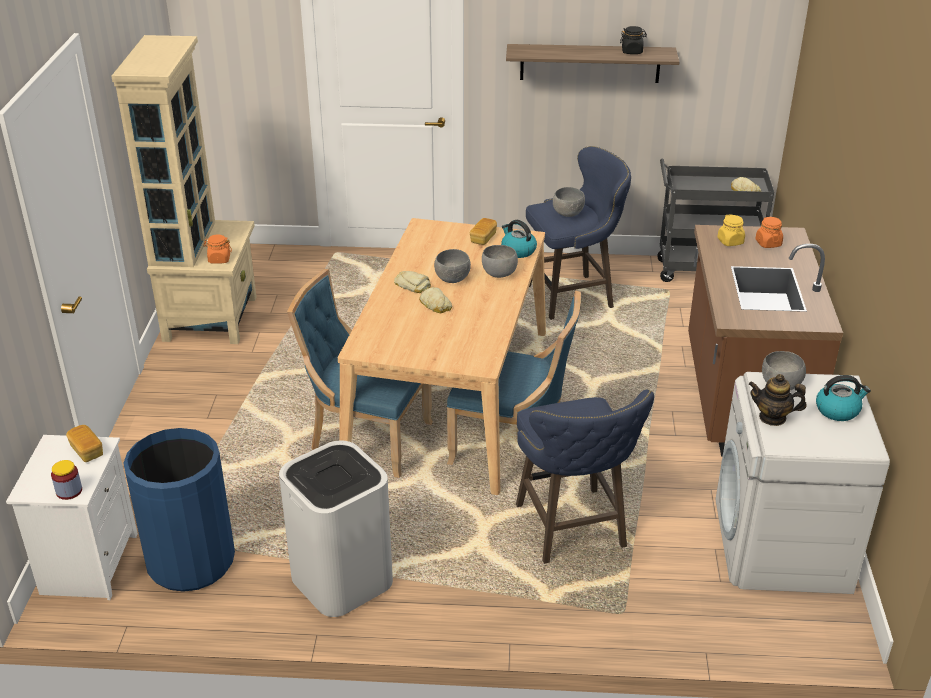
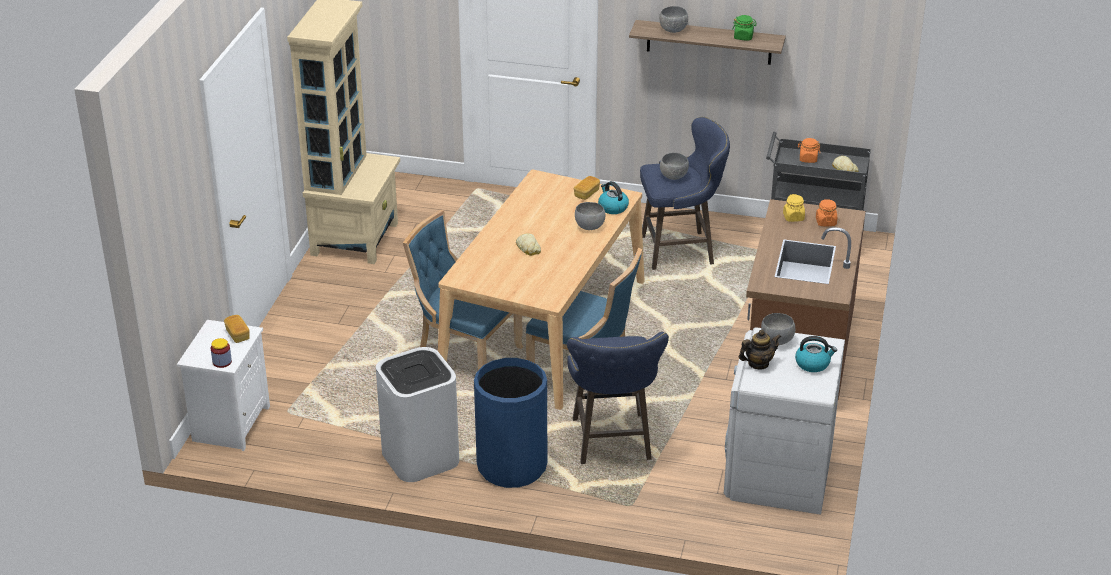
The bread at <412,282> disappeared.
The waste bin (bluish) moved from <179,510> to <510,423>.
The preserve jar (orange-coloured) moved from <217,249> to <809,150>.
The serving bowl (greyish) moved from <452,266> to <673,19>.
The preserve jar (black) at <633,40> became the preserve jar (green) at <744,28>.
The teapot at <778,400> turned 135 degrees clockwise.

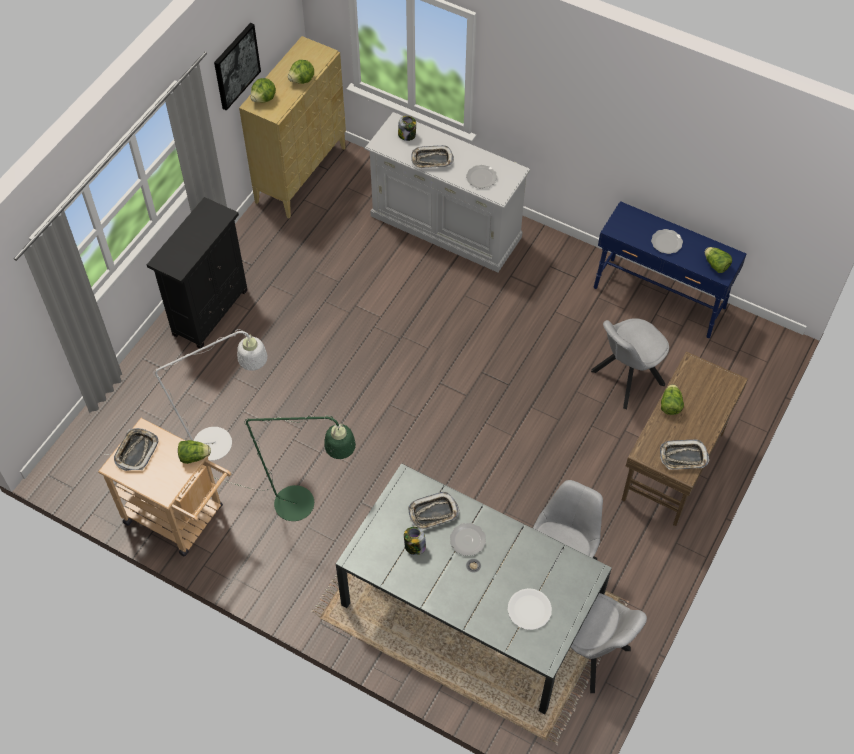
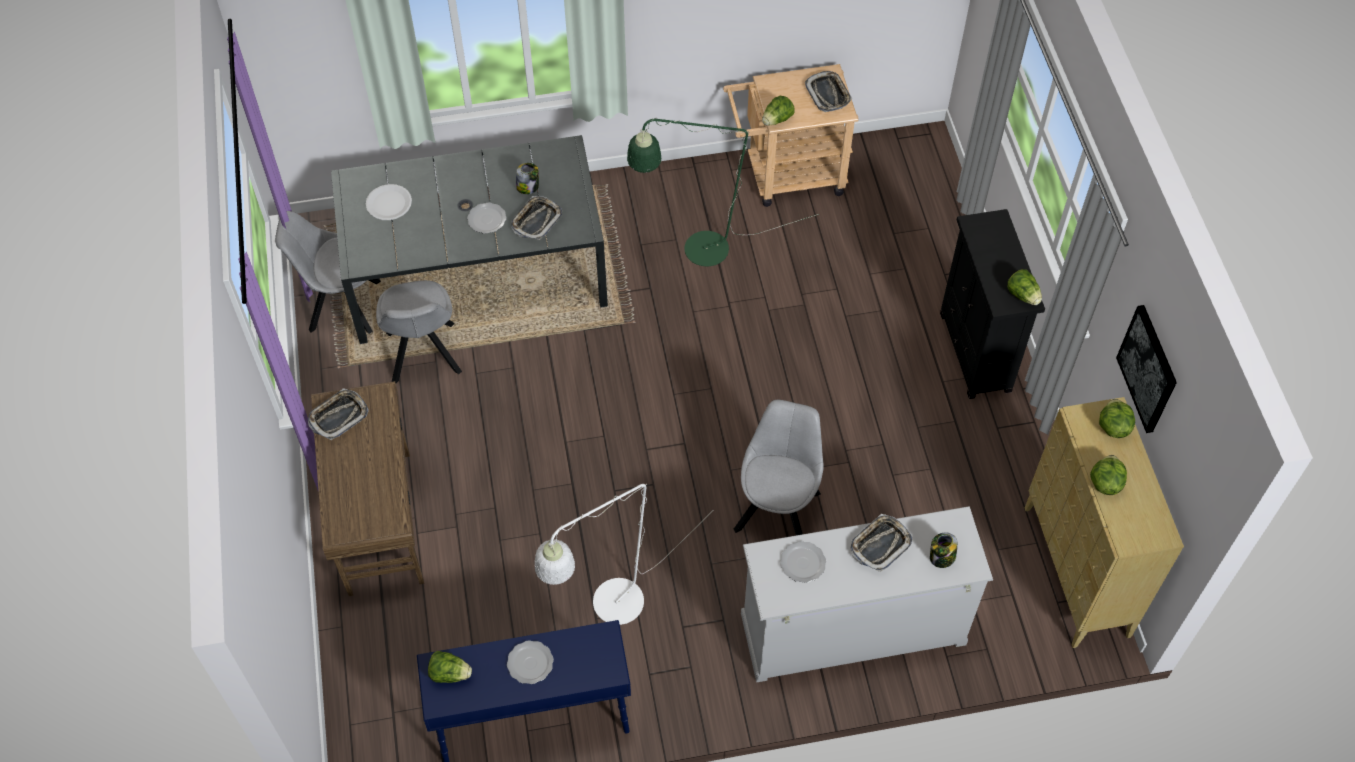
The standing lamp (white) moved from <186,395> to <624,554>.
The chair (greyish) moved from <630,363> to <779,467>.
The lettuce moved from <672,399> to <1024,287>.

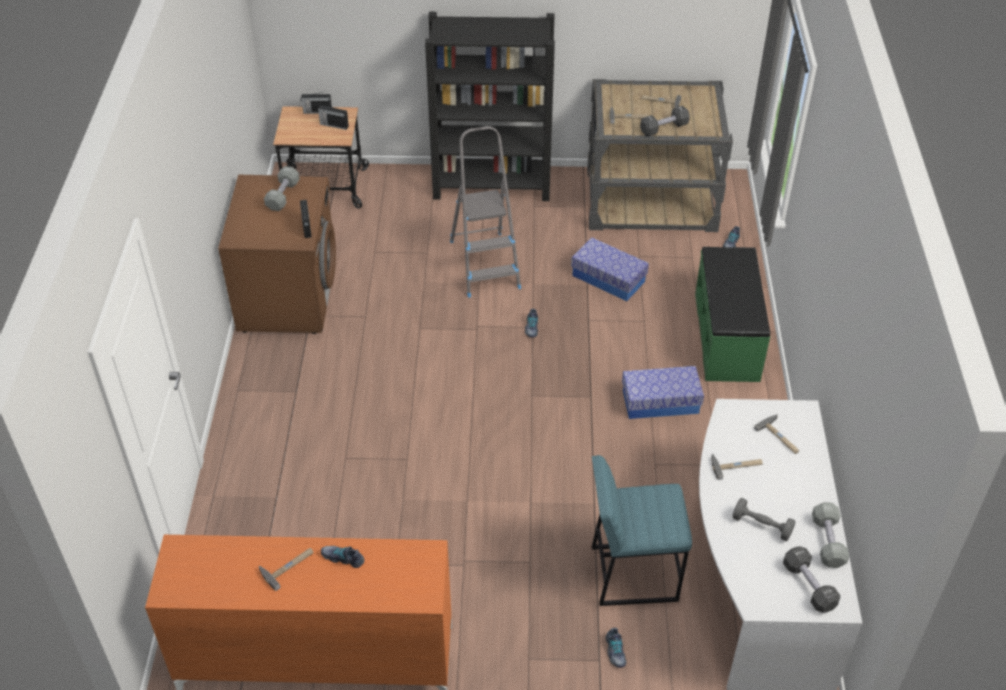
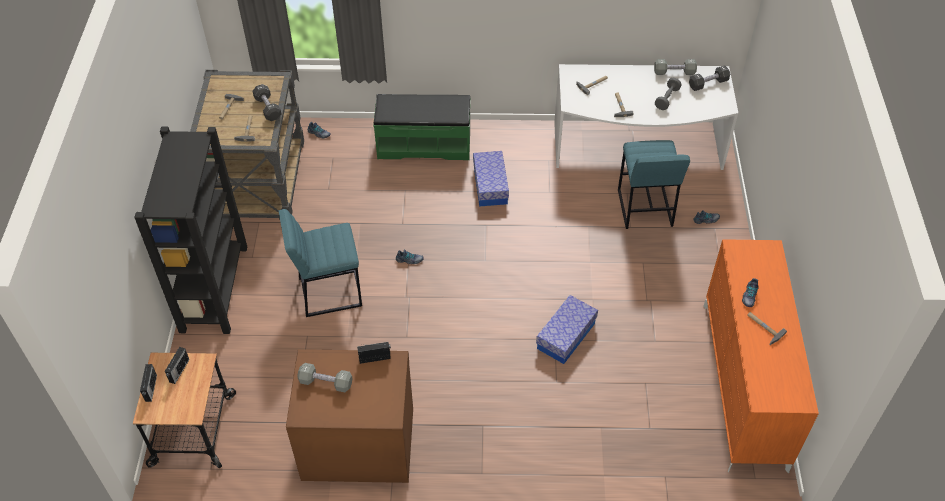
The storage container moved from <610,269> to <567,329>.
The step ladder (greyish) at <485,212> was replaced by the stool seat (bluish) at <320,263>.

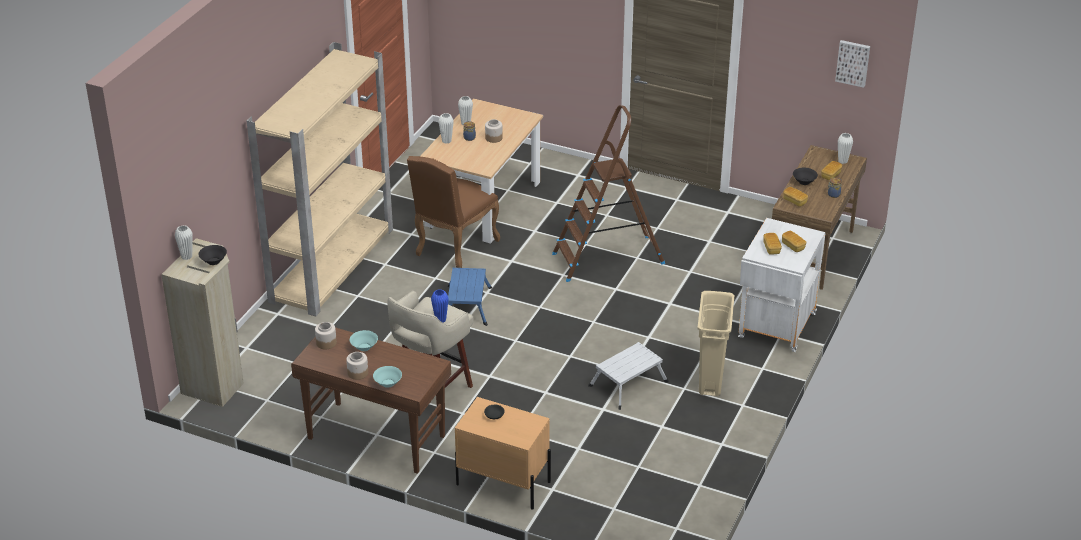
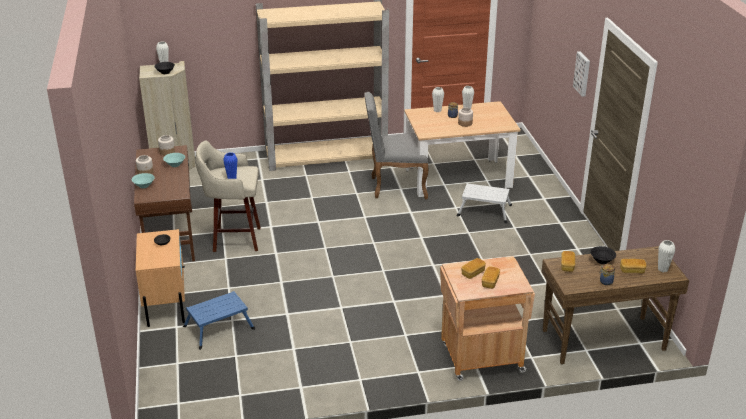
The step ladder (brown-coloured) at <608,193> disappeared.
The waste bin (beige-coloured) at <716,343> disappeared.
The step ladder (bluish) moved from <470,297> to <219,320>.
The step ladder (white) moved from <628,376> to <484,203>.
The picture moved from <852,64> to <581,74>.
The chair (brown-coloured) at <453,212> became the chair (greyish) at <396,145>.
The wheeled cart (white) at <781,285> became the wheeled cart (brown-coloured) at <487,318>.

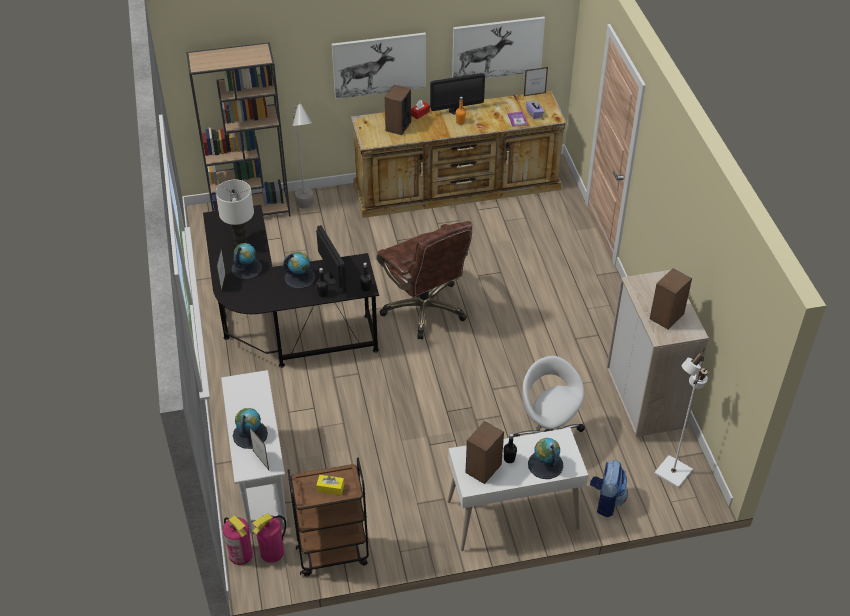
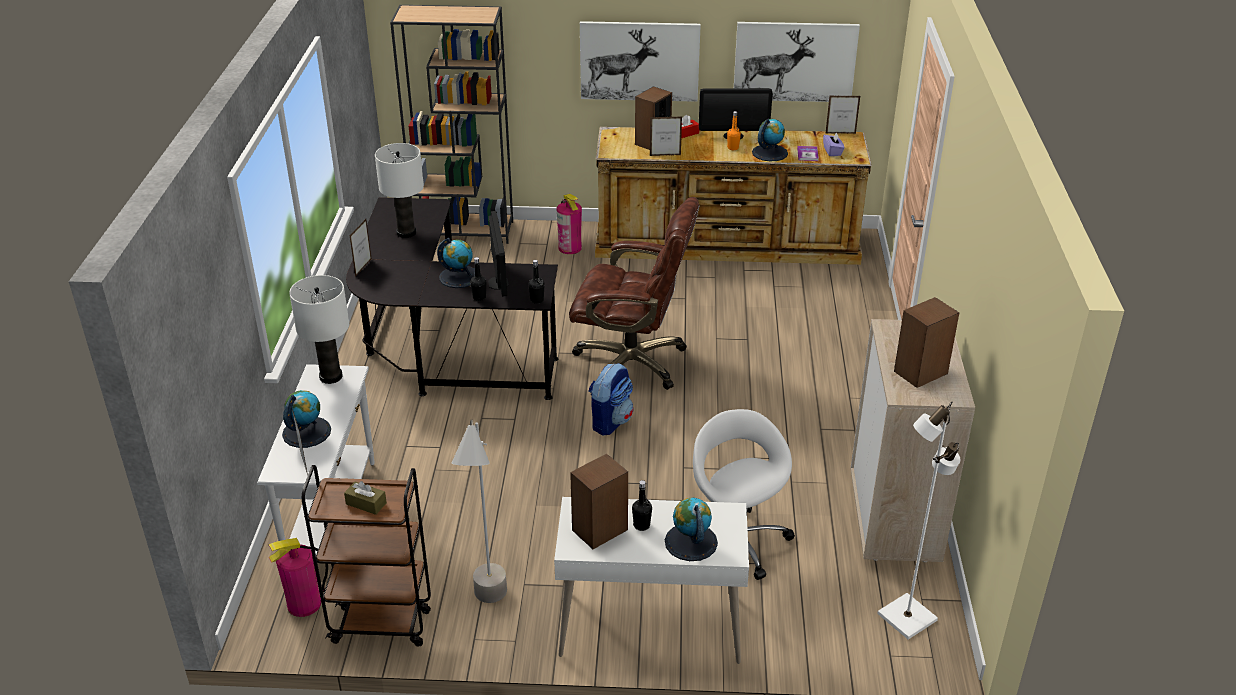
The table lamp (white) at <319,329> appeared.
The standing frame at <666,136> appeared.
The fire-fighting cylinder moved from <237,540> to <569,224>.
The globe moved from <247,261> to <770,140>.
The standing lamp (greyish) moved from <303,154> to <479,511>.
The knapsack moved from <609,488> to <611,399>.
The tissue holder (yellow-coloured) at <330,485> became the tissue holder (brown-coloured) at <365,498>.
The office chair (brown-coloured) at <424,280> turned 60 degrees counterclockwise.

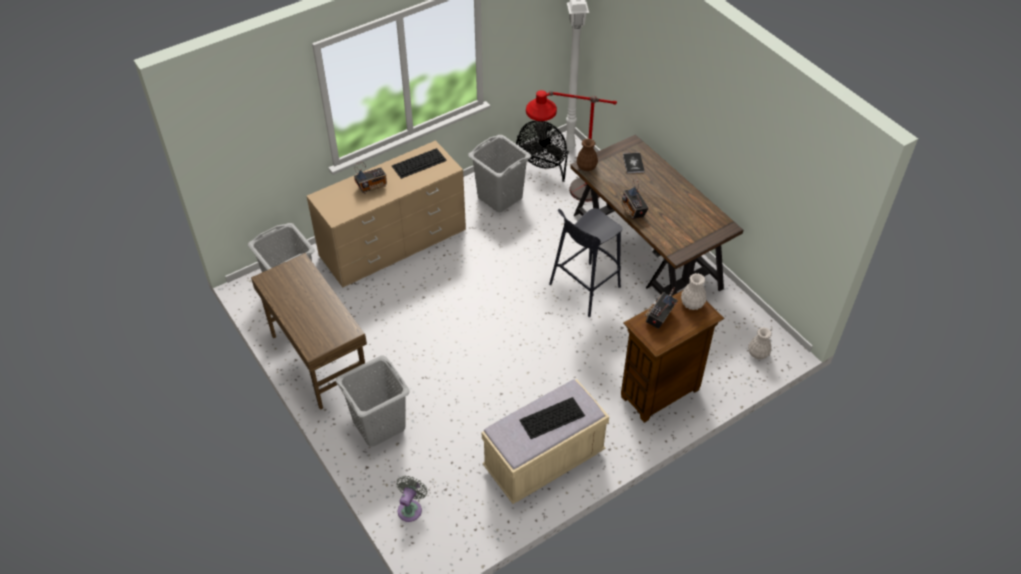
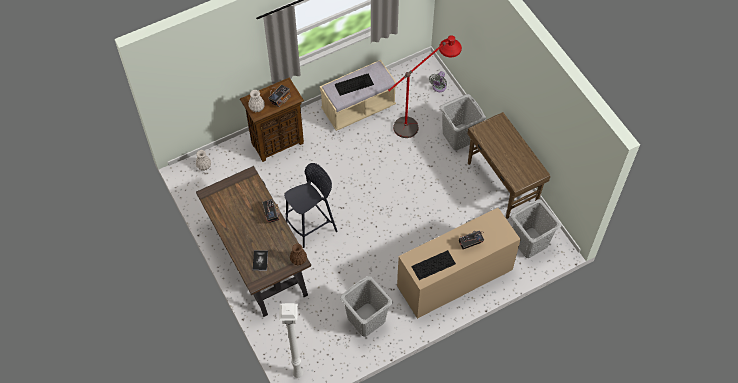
The electric fan (black) at <542,151> disappeared.
The standing lamp (red) moved from <571,146> to <425,86>.

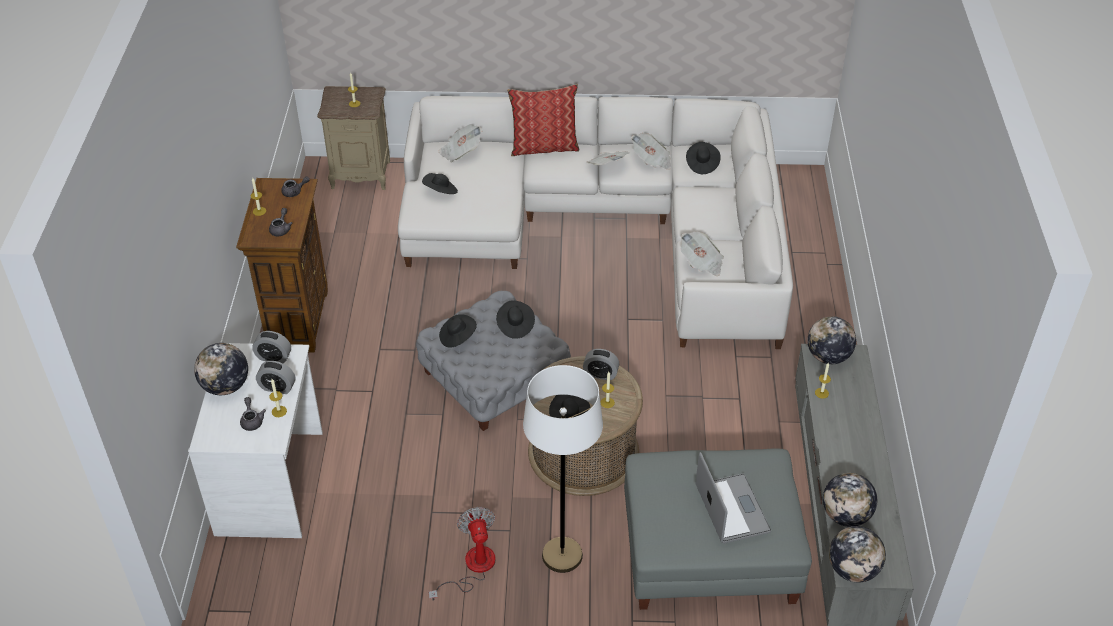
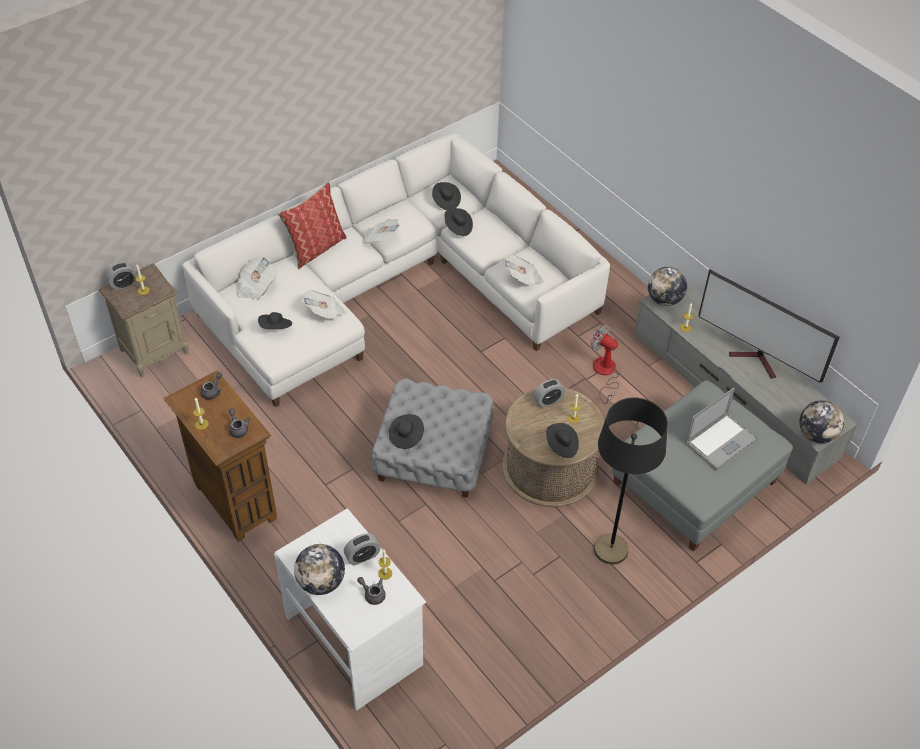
The globe at <850,500> disappeared.
The TV at <769,325> appeared.
The bedside clock moved from <271,347> to <122,276>.
The electric fan moved from <462,554> to <605,364>.
The wearable hat (black) moved from <515,320> to <459,222>.
The printed paper moved from <651,151> to <324,304>.
The standing lamp (white) at <563,469> became the standing lamp (black) at <631,481>.
The notebook computer at <733,498> turned 105 degrees clockwise.

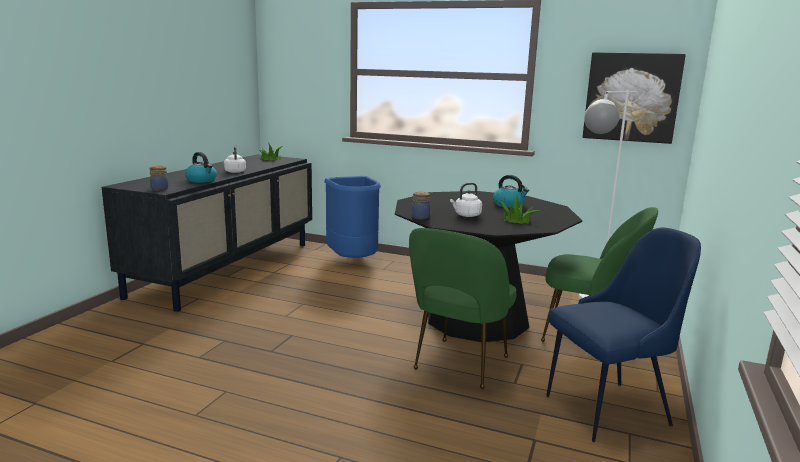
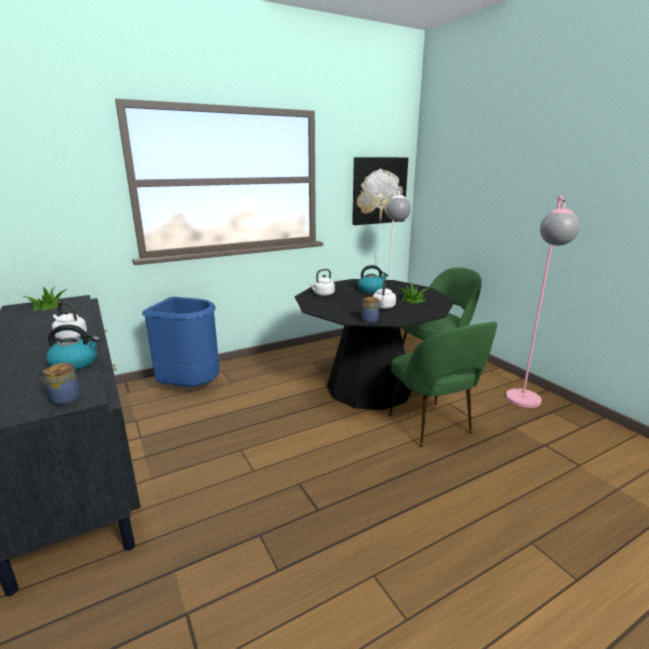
The water kettle (white) at <321,282> appeared.
The chair (bluish) at <623,335> was replaced by the standing lamp (pink) at <543,301>.

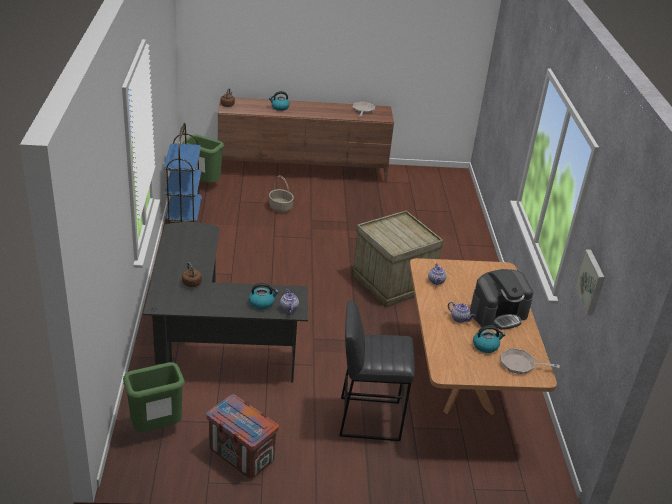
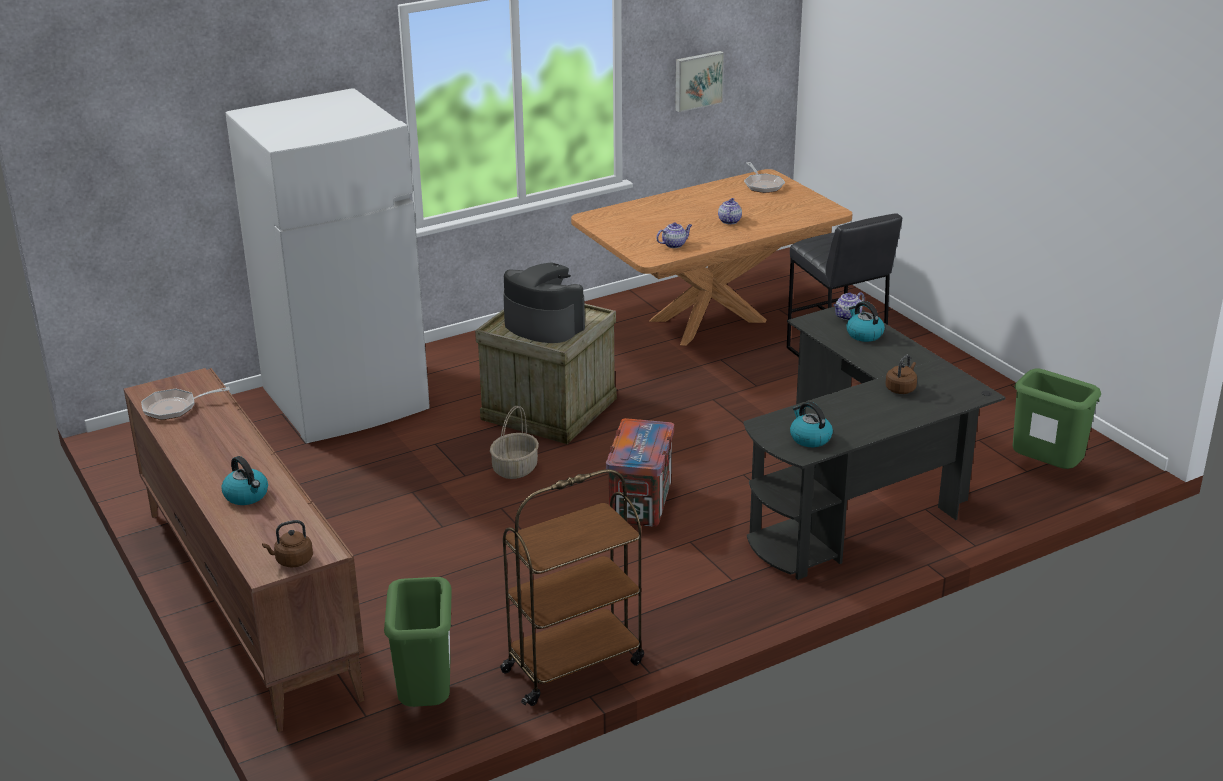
The fridge (white) at <328,265> appeared.
The packing crate moved from <242,436> to <640,472>.
The basket moved from <281,193> to <514,442>.
The coffee brewer moved from <501,299> to <544,302>.
The water kettle moved from <489,339> to <811,424>.
The wheeled cart (bluish) at <183,173> became the wheeled cart (brown-coloured) at <572,587>.

